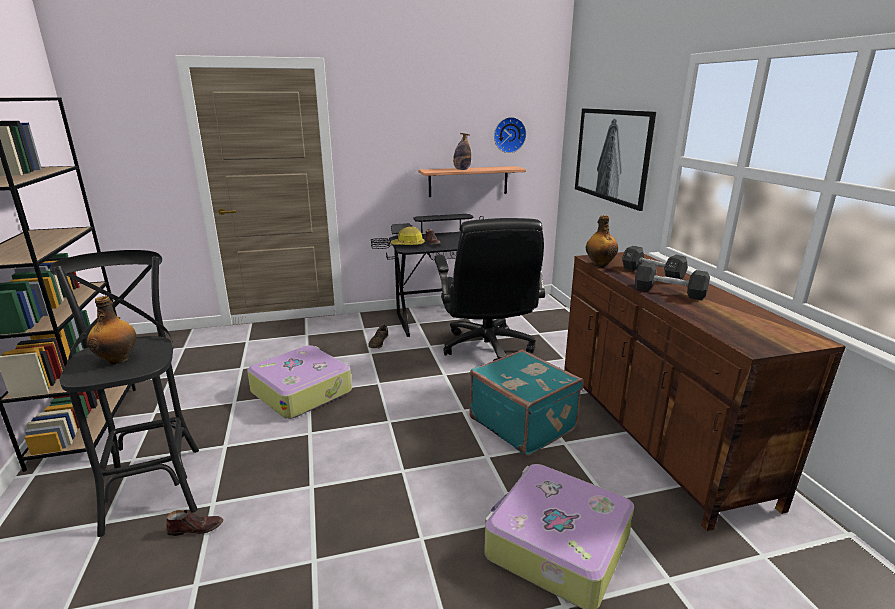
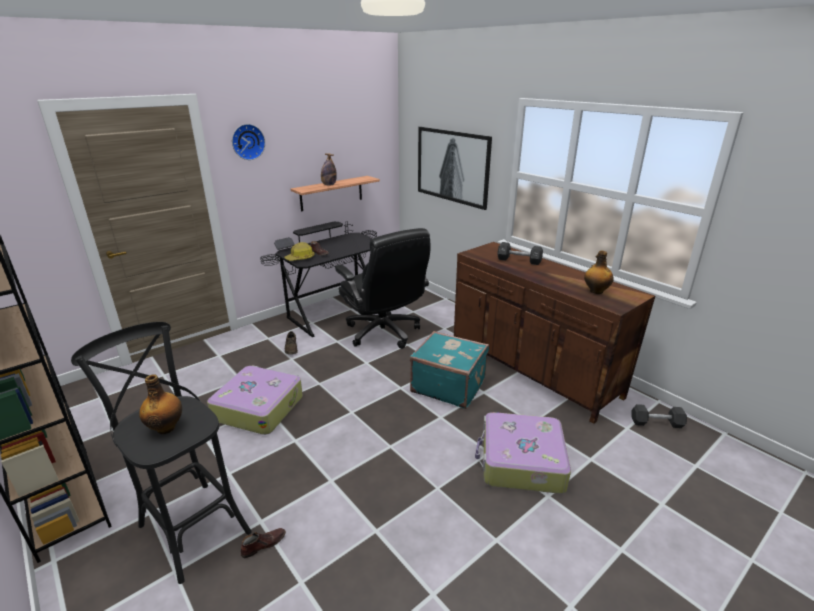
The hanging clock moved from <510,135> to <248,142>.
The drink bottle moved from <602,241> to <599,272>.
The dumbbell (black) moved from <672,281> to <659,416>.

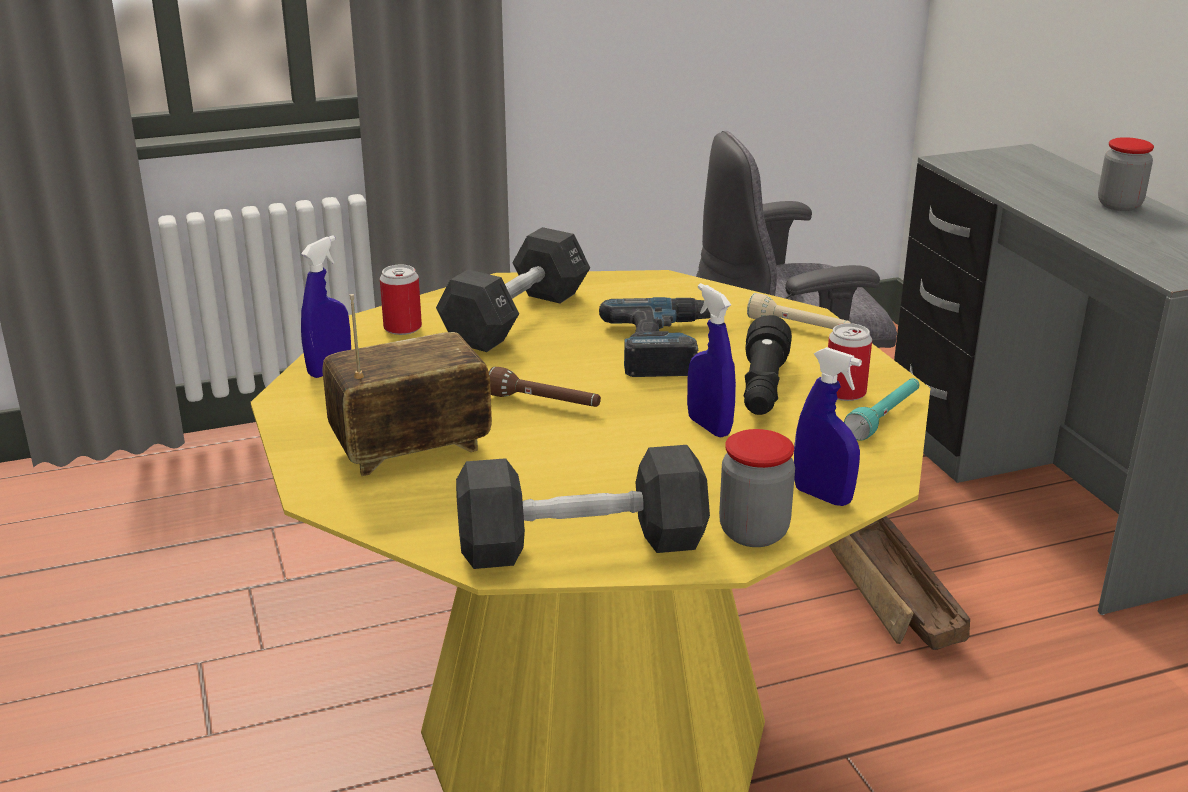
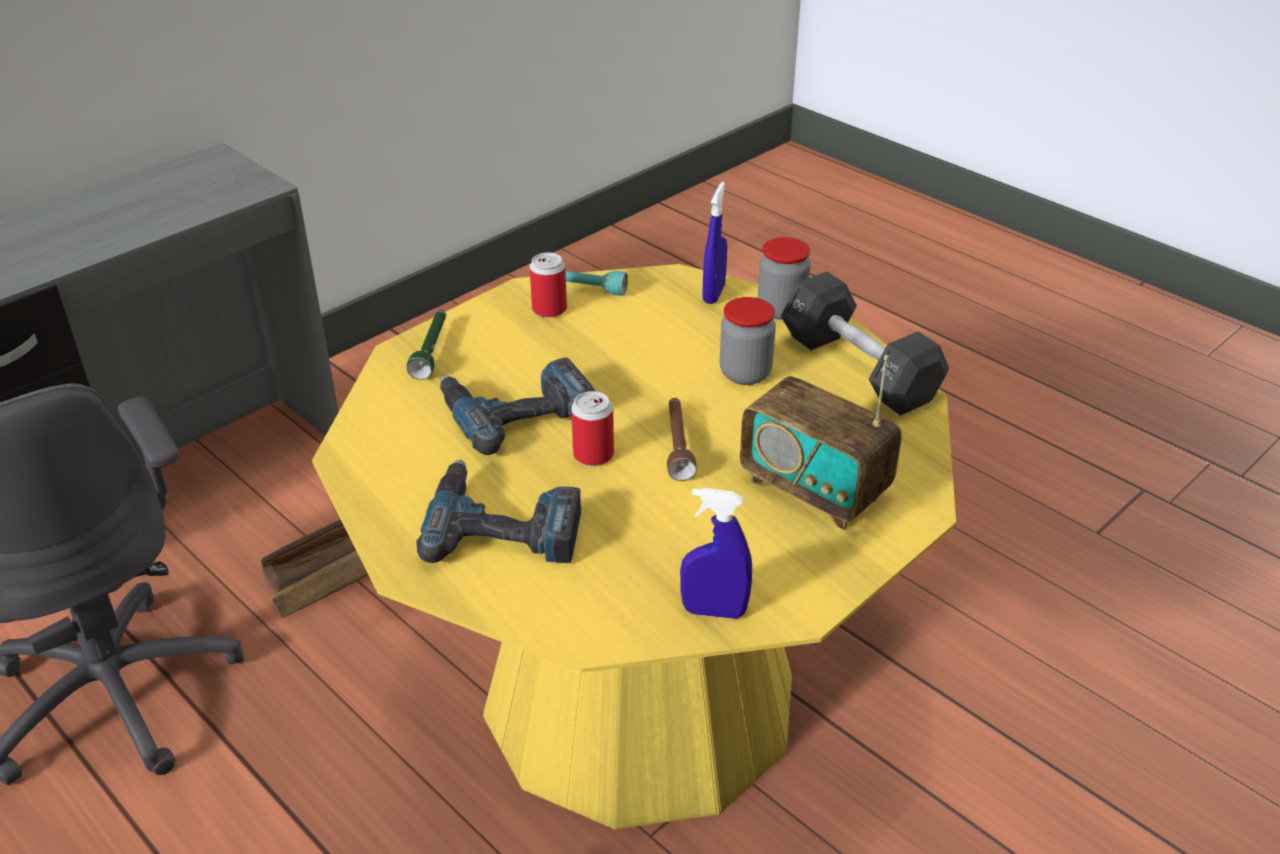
The sprayer (bluish) at <711,360> disappeared.
The flashlight (black) at <767,365> disappeared.
The metal can moved from <401,300> to <592,428>.
The preserve jar moved from <1126,174> to <748,341>.
The dumbbell (black) at <513,289> was replaced by the power drill at <498,511>.
The flashlight (beige-coloured) at <799,311> became the flashlight (green) at <426,345>.

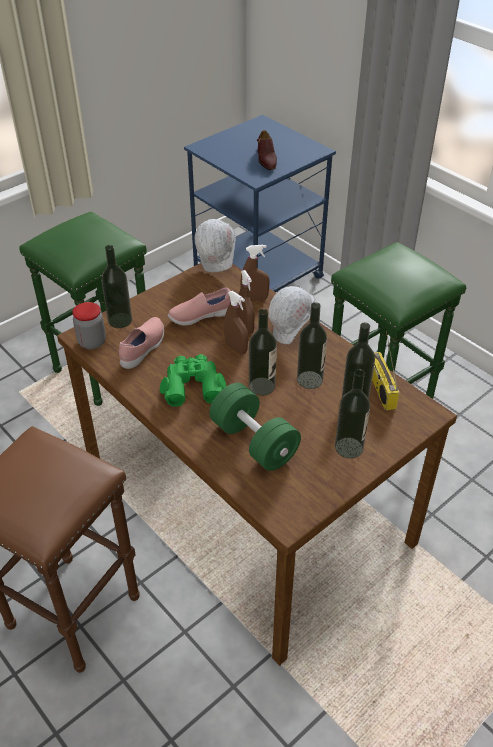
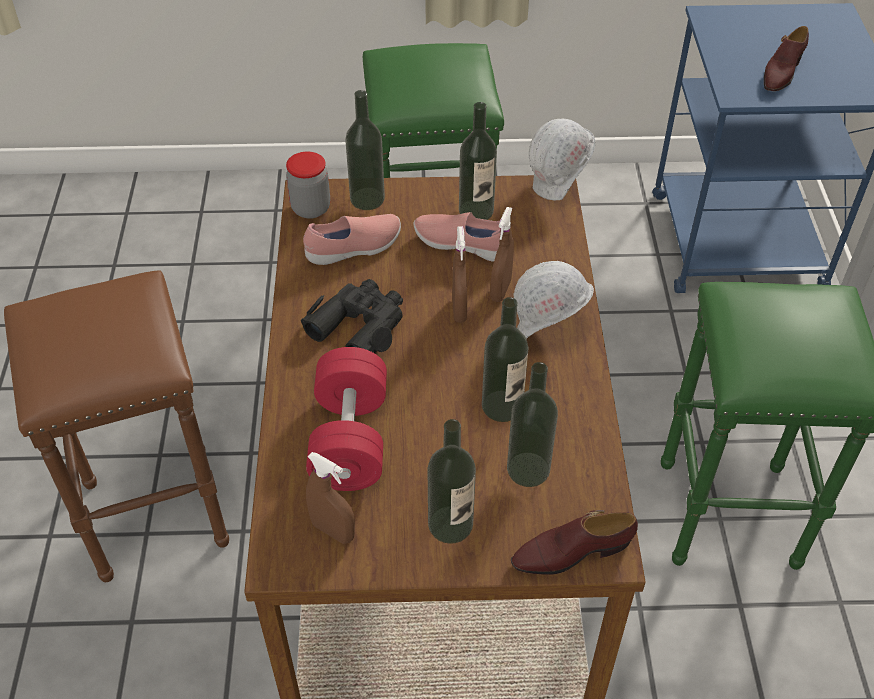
The radio set at <386,371> disappeared.
The item of footwear (brown-coloured) at <574,542> appeared.
The sprayer (brown-coloured) moved from <255,273> to <330,498>.
The drink bottle moved from <263,352> to <478,161>.
The field glasses (green) at <193,380> became the field glasses (black) at <351,316>.
The dumbbell (green) at <255,427> became the dumbbell (red) at <346,419>.

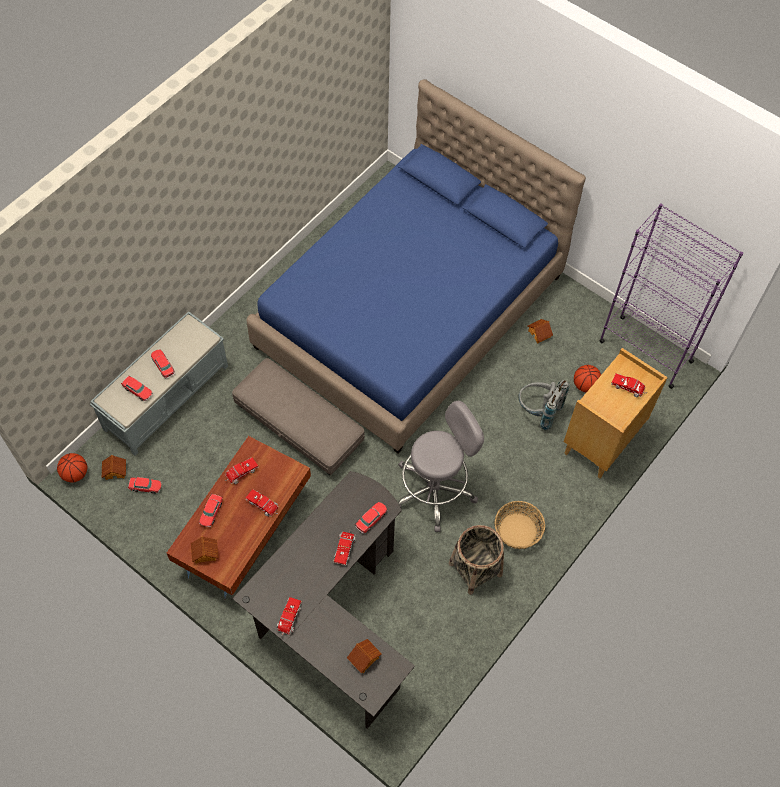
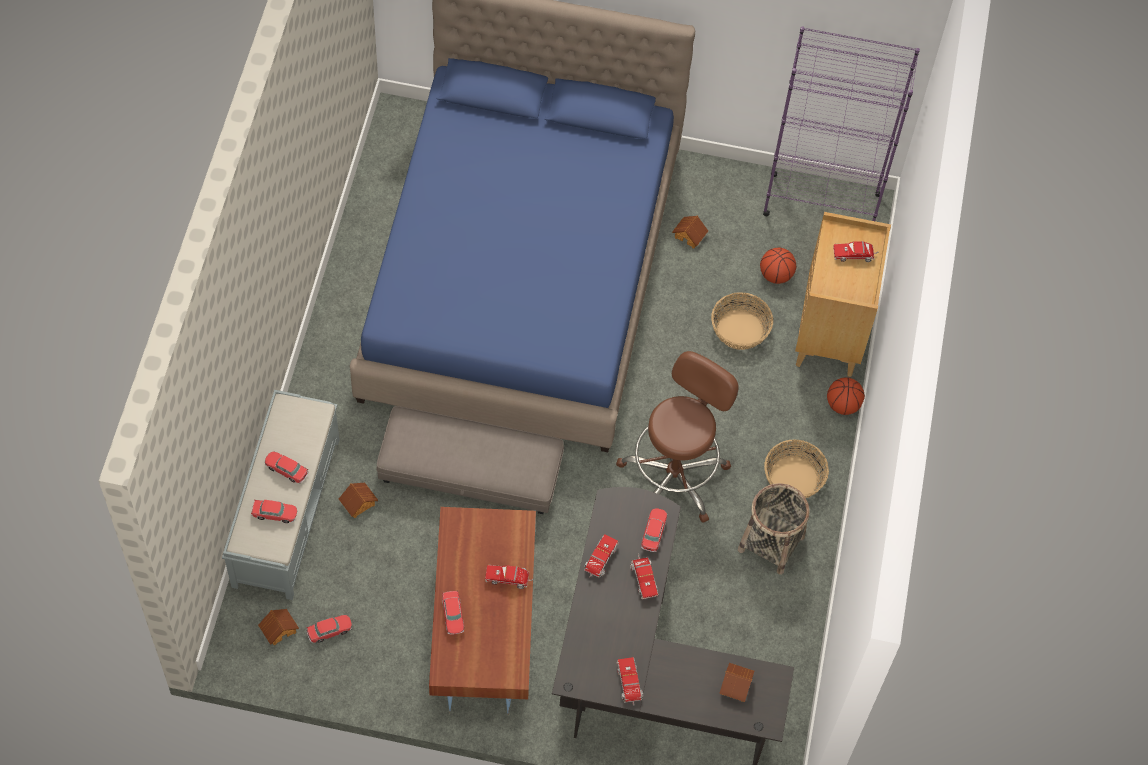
The ball for basketball moved from <72,467> to <846,396>.
The toy house moved from <204,550> to <358,500>.
The toy lorry moved from <242,470> to <601,555>.
The knapsack (greyish) at <543,405> was replaced by the basket at <742,321>.
The stool seat (greyish) at <441,466> became the stool seat (brown-coloured) at <677,436>.

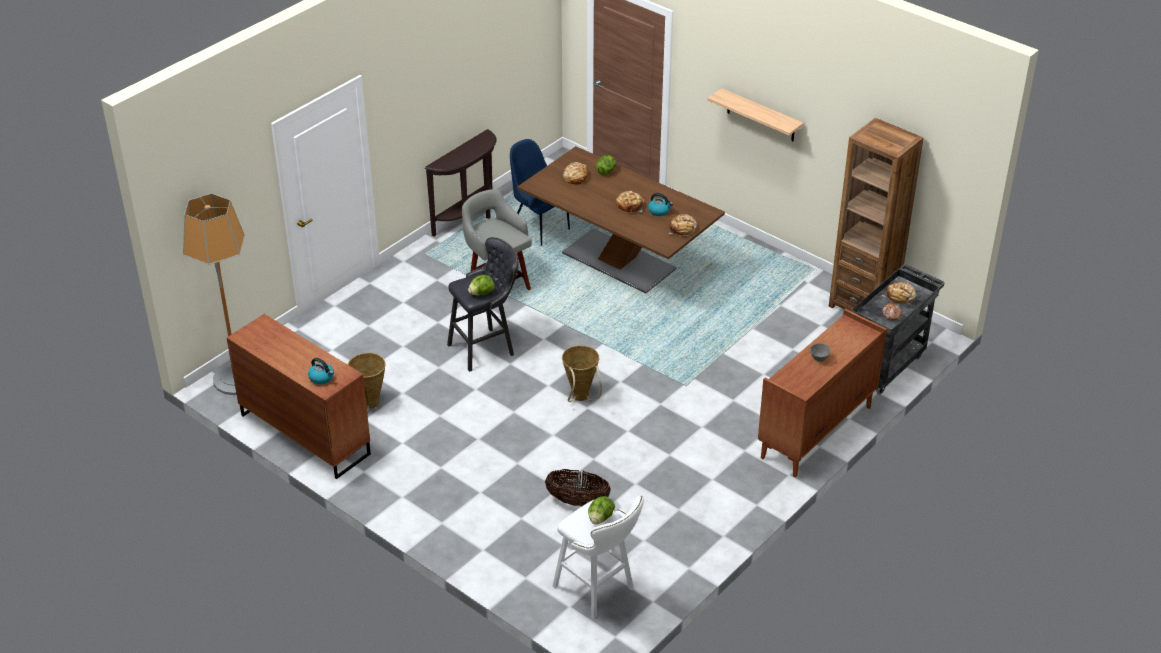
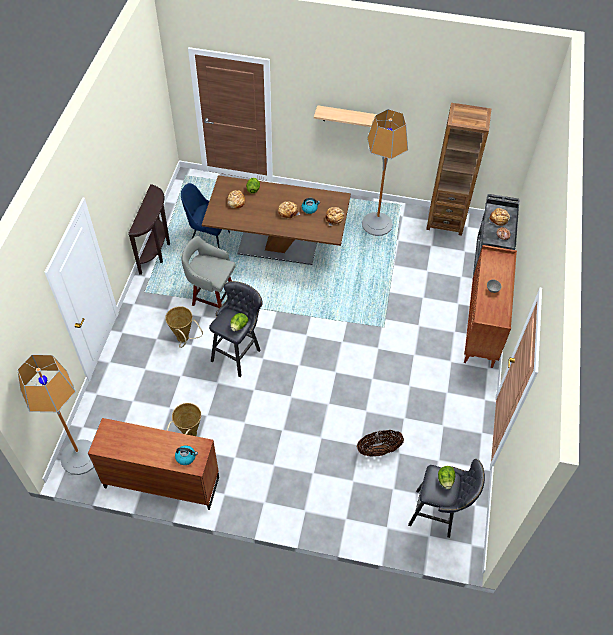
The standing lamp at <385,172> appeared.
The basket moved from <582,373> to <184,327>.
The stool seat (white) at <598,557> became the stool seat (black) at <446,498>.

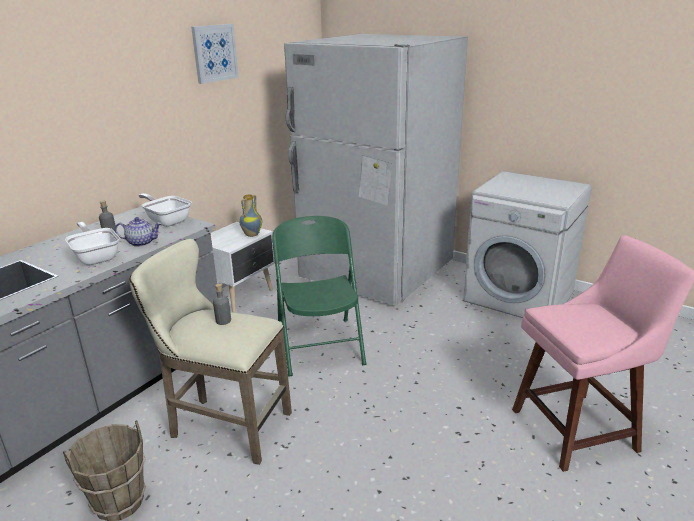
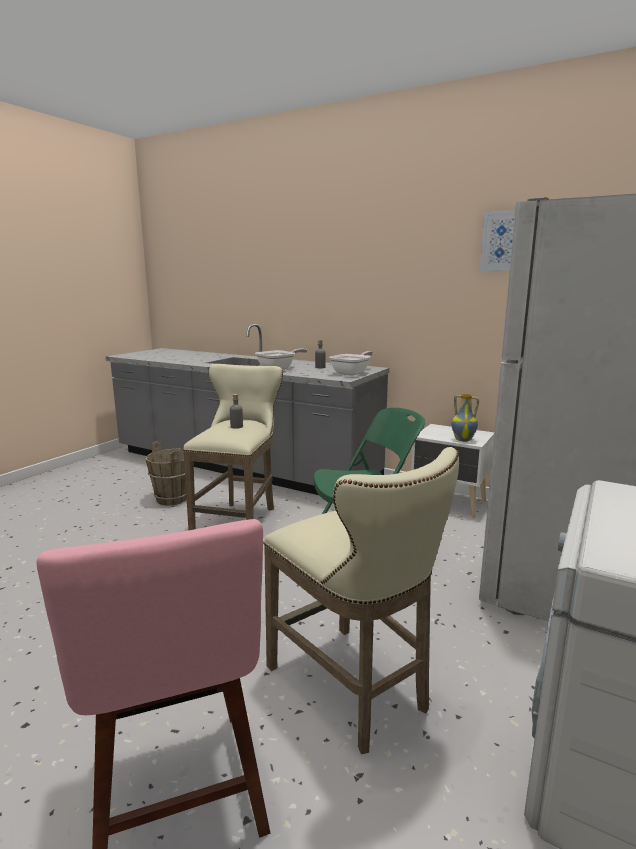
The teapot at <138,232> disappeared.
The stool seat (beige-coloured) at <361,600> appeared.

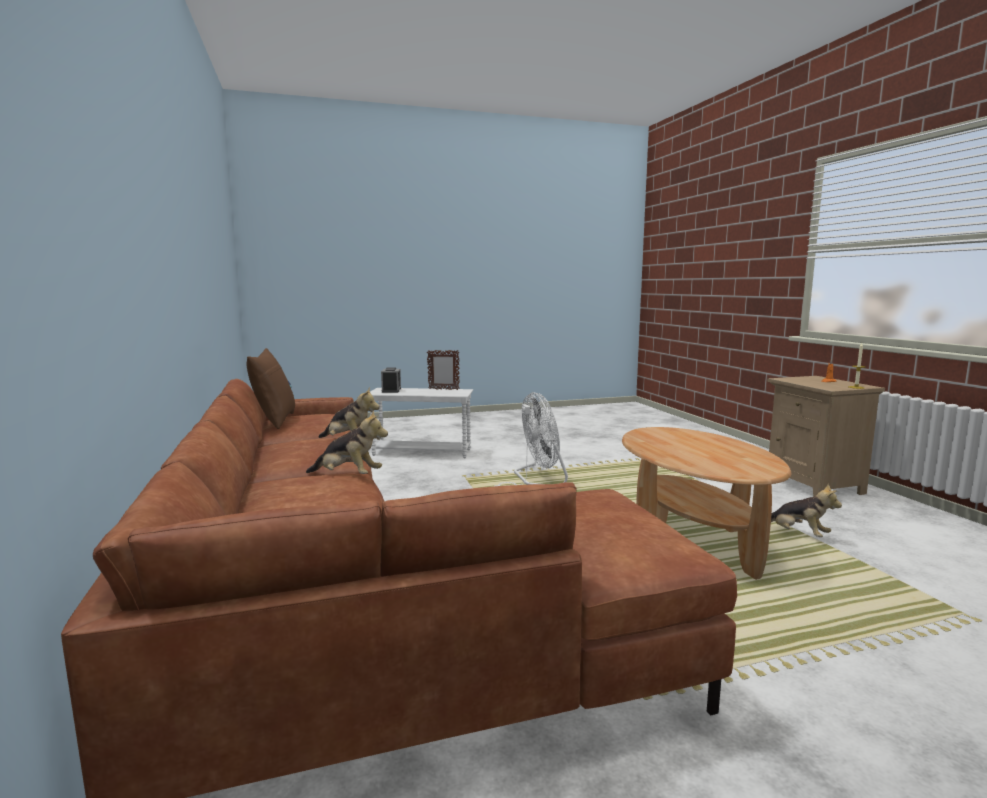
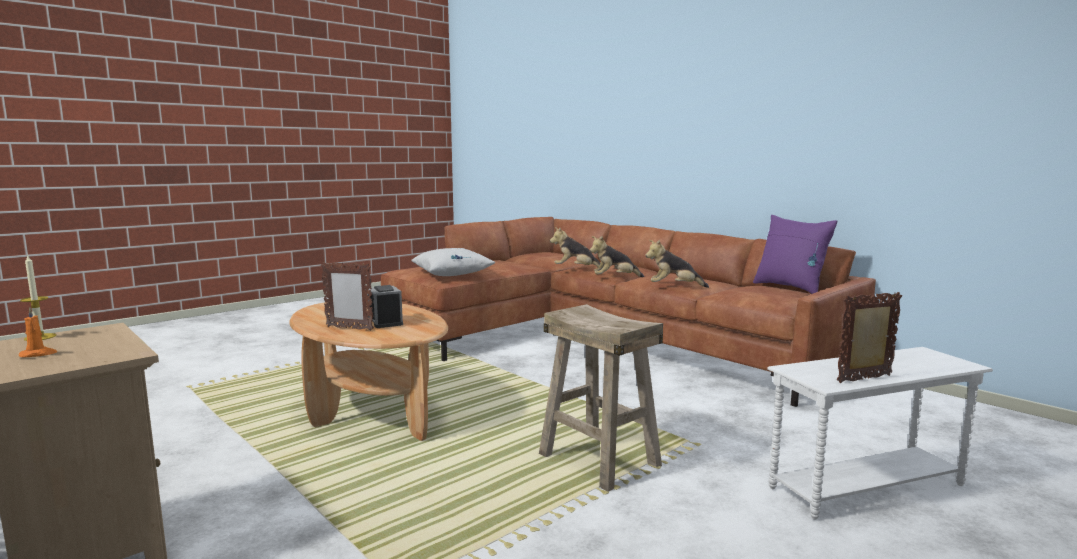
The standing frame at <347,296> appeared.
The cushion (greyish) at <453,262> appeared.
The bedside clock moved from <391,380> to <385,306>.
The soft toy moved from <806,510> to <575,247>.
The electric fan (white) at <531,439> was replaced by the stool seat (beige-coloured) at <601,398>.
The cushion (brown-coloured) at <271,388> became the cushion (purplish) at <795,254>.

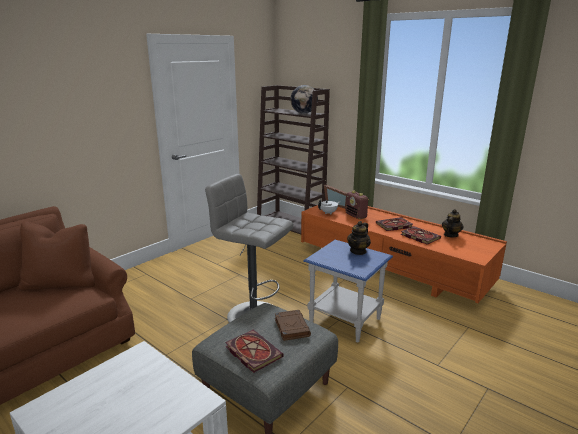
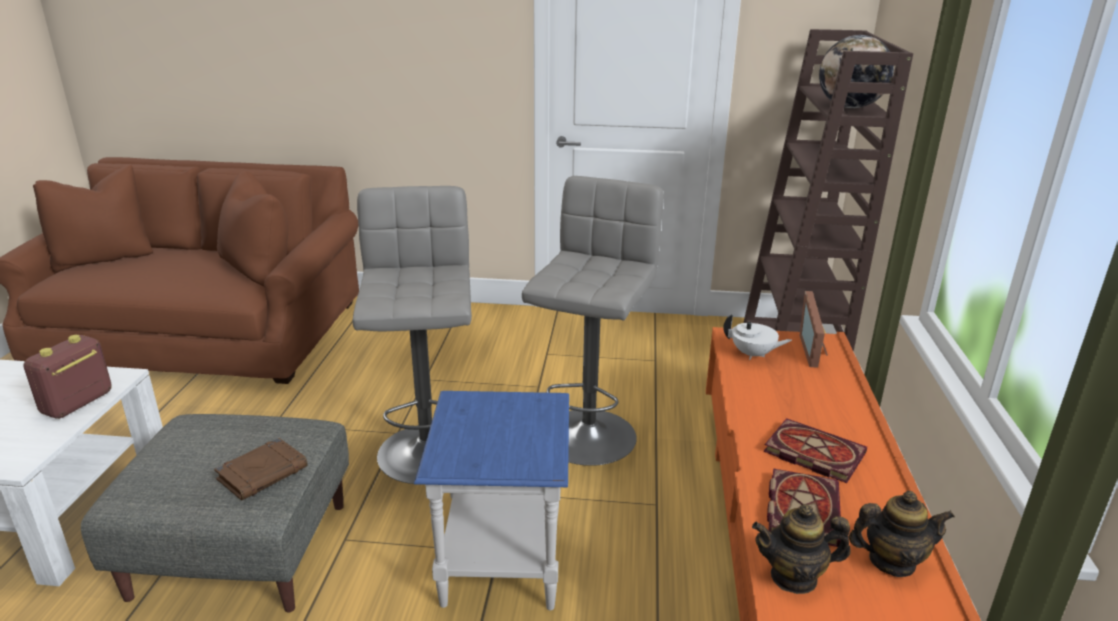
The book at <254,351> disappeared.
The stool seat (greyish) at <593,321> appeared.
The radio set moved from <357,204> to <68,377>.
The teapot moved from <359,238> to <801,549>.

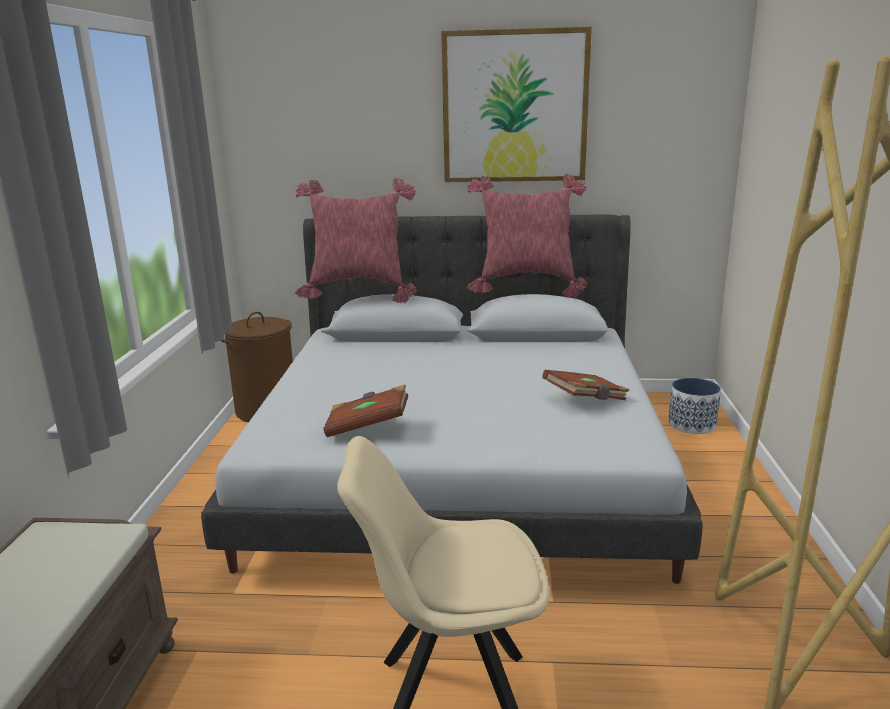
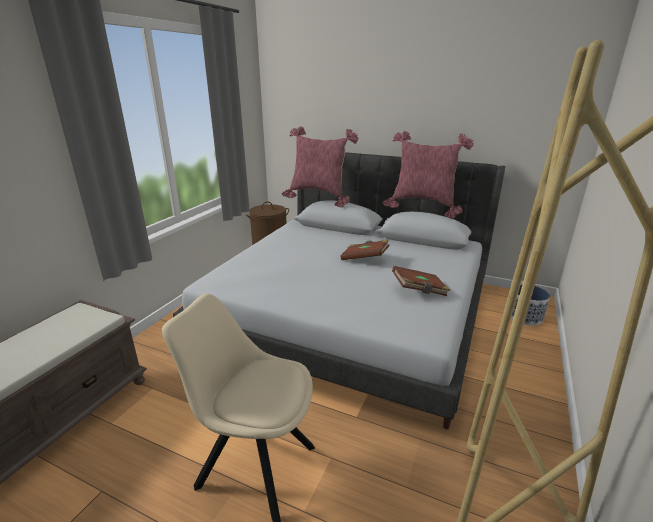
The picture at <516,104> disappeared.
The book (brown-coloured) moved from <365,410> to <365,249>.

